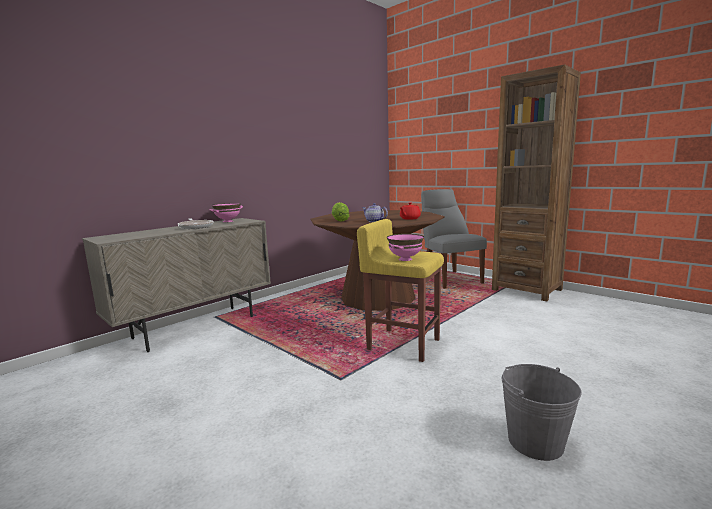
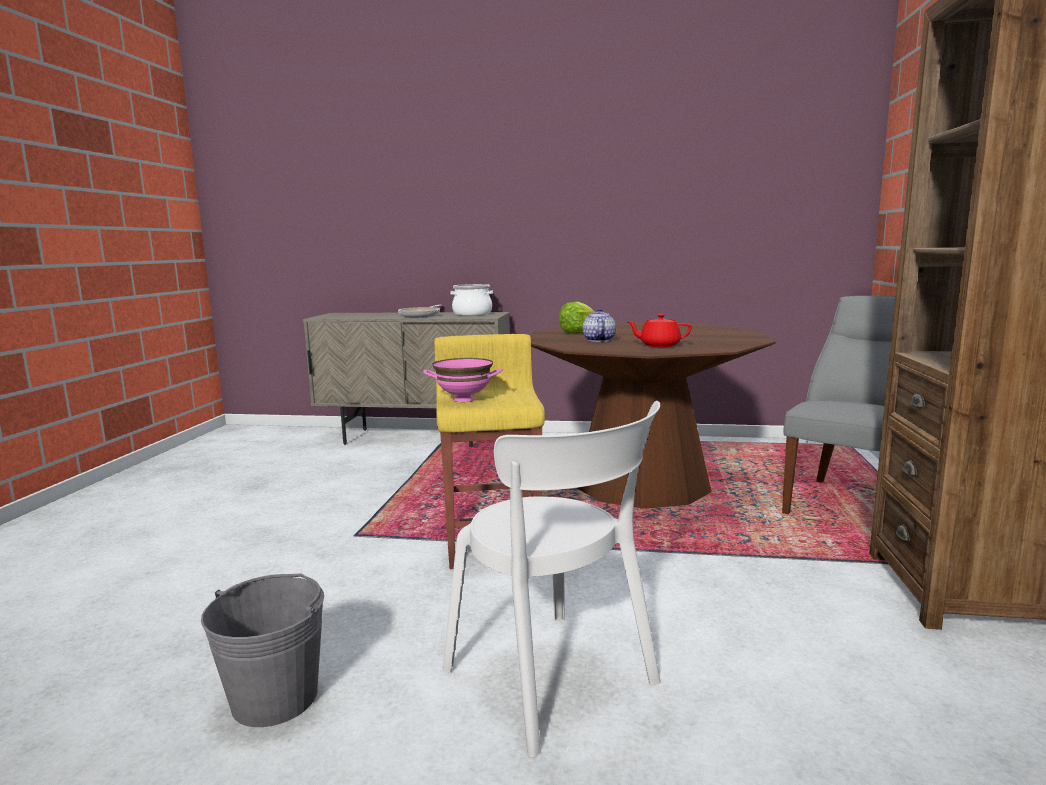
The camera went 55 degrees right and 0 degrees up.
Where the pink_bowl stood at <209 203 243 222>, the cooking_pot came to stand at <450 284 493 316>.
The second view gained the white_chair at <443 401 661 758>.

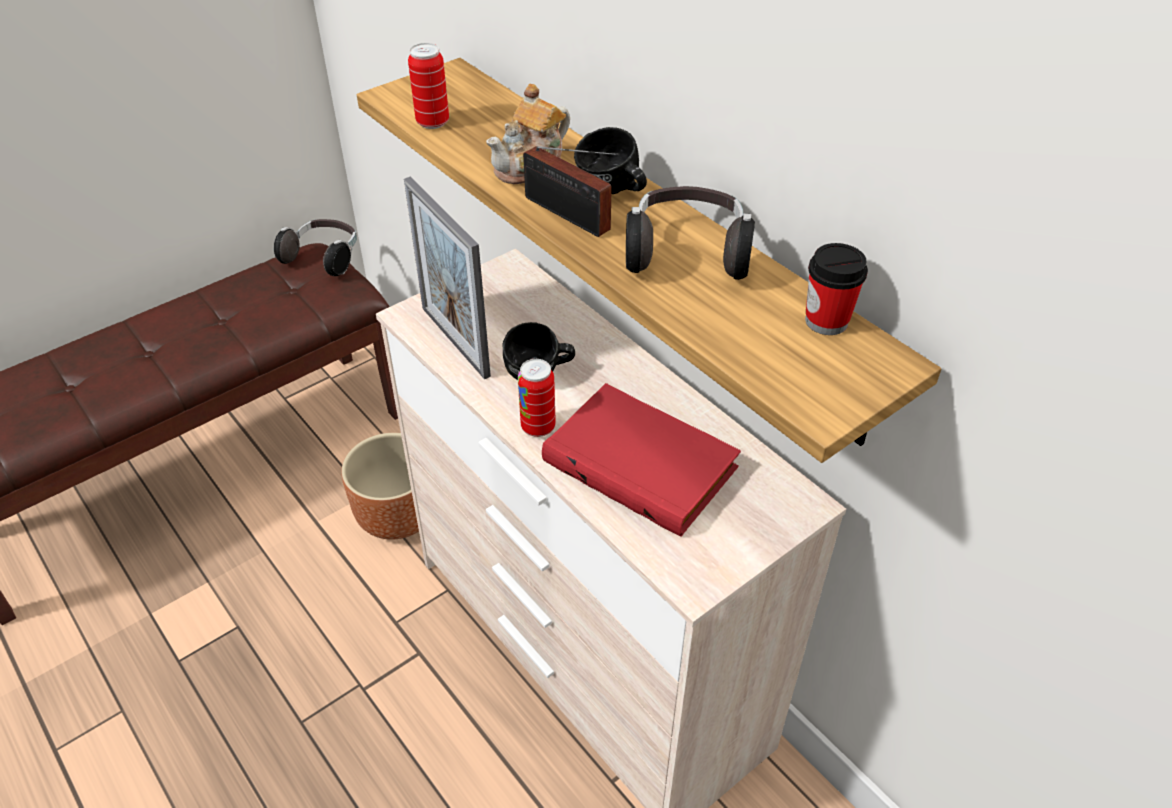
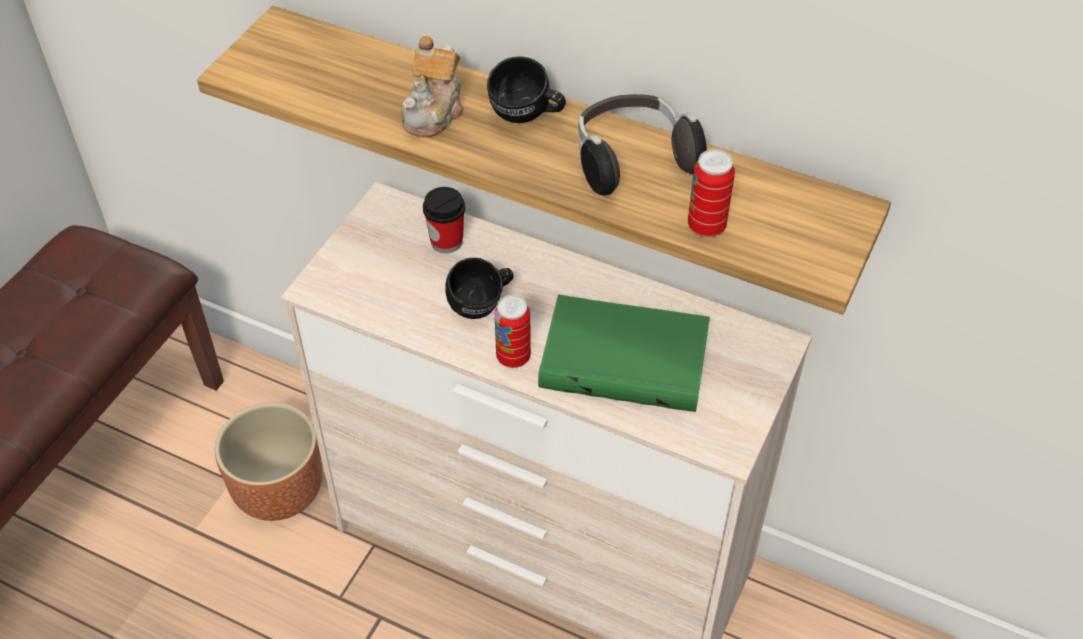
The camera went 25 degrees left and 5 degrees up.
The can ended up elsewhere, having gone from <408 43 449 129> to <688 149 735 237>.
The second view lost the radio at <523 146 620 237>.
The second view lost the picture_frame at <404 177 491 379>.
The second view lost the headphones at <274 219 357 276>.
The cup ended up elsewhere, having gone from <805 243 868 335> to <423 187 465 253>.
What was the red_book at <542 383 741 537> turned into the green_book at <538 294 710 412>.

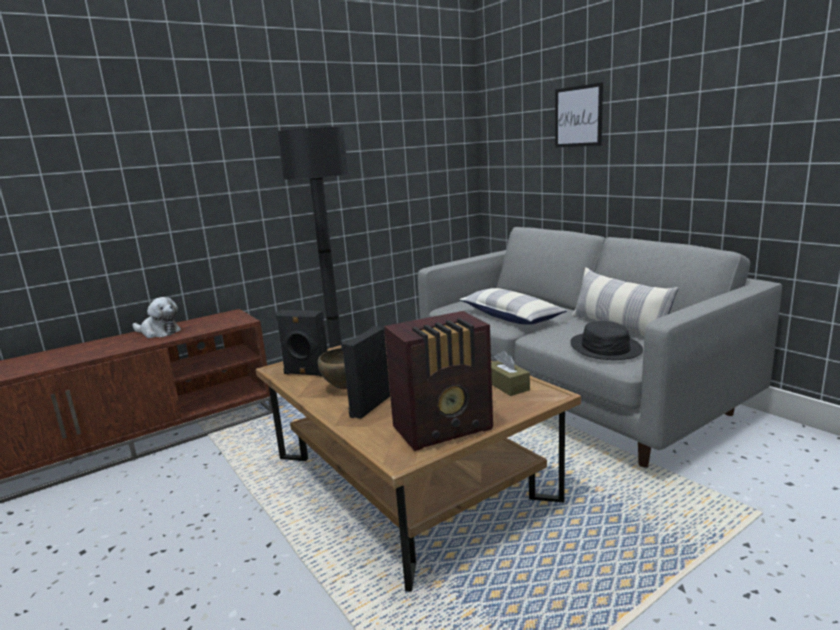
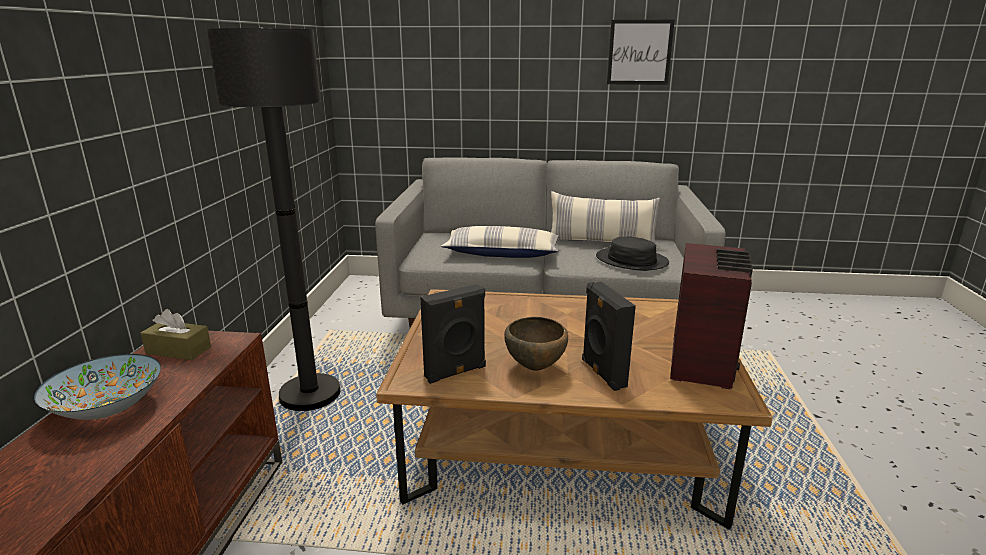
The camera went 50 degrees left and 5 degrees up.
The picture ended up elsewhere, having gone from <555 82 603 148> to <607 20 675 85>.
Where the plush_toy stood at <132 297 181 338>, the bowl came to stand at <34 354 161 420>.
The brown_tissue_box ended up elsewhere, having gone from <491 350 530 396> to <141 309 211 360>.

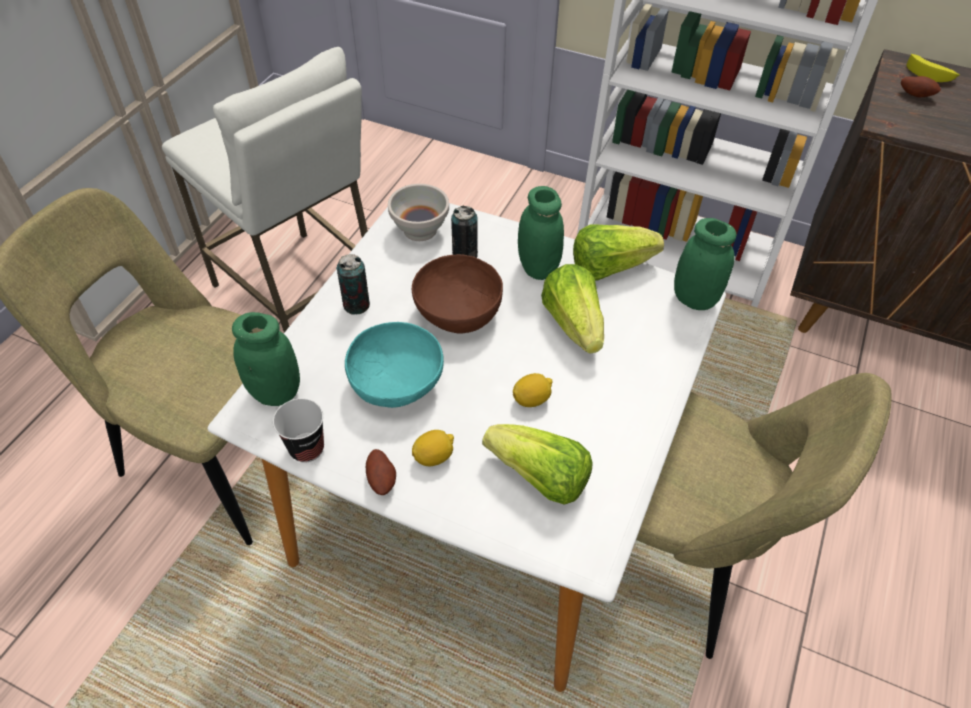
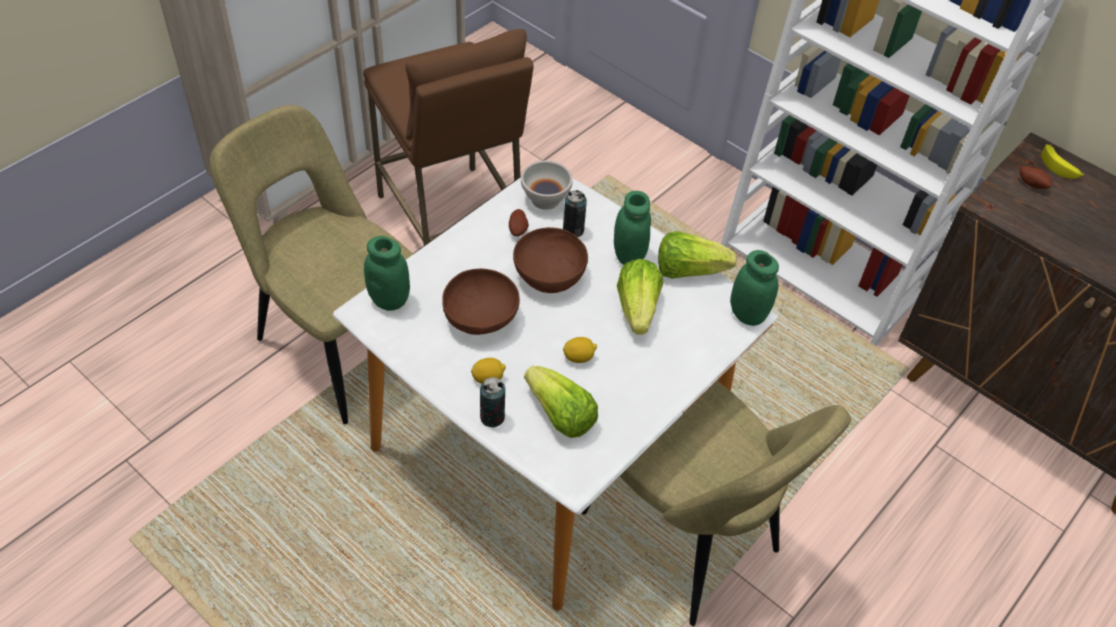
The camera went 15 degrees right and 0 degrees up.
What was the white_stool at <162 47 368 333> turned into the brown_stool at <363 29 533 246>.
The can ended up elsewhere, having gone from <336 254 370 314> to <480 377 505 428>.
What was the turquoise_bowl at <345 322 444 408> turned into the brown_bowl at <442 269 520 335>.
The second view lost the cup at <273 398 324 463>.
The potato ended up elsewhere, having gone from <366 449 396 495> to <509 209 529 236>.

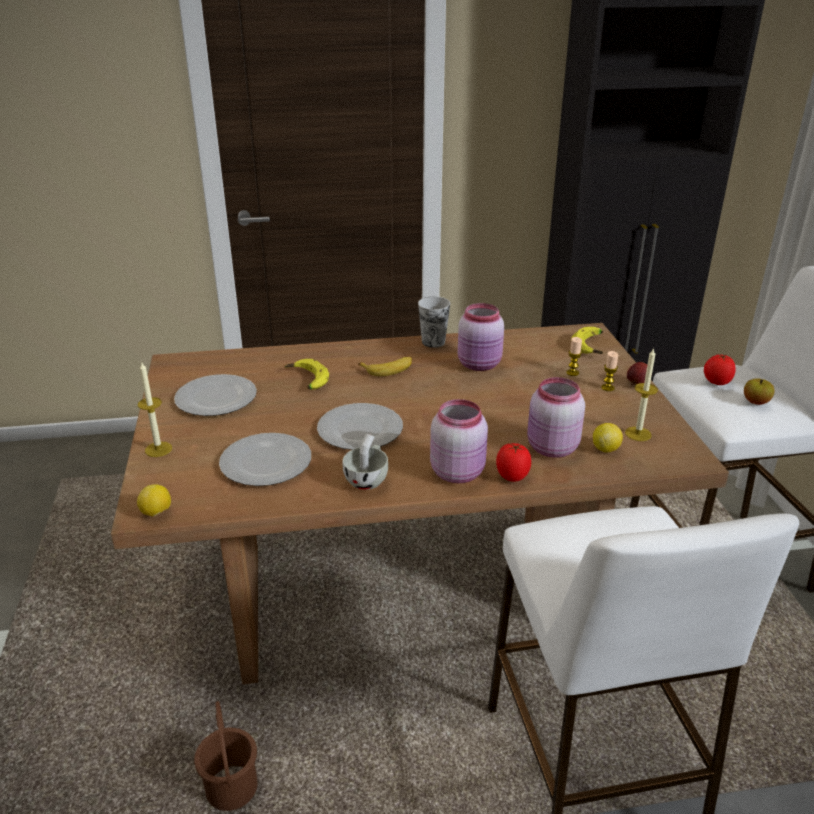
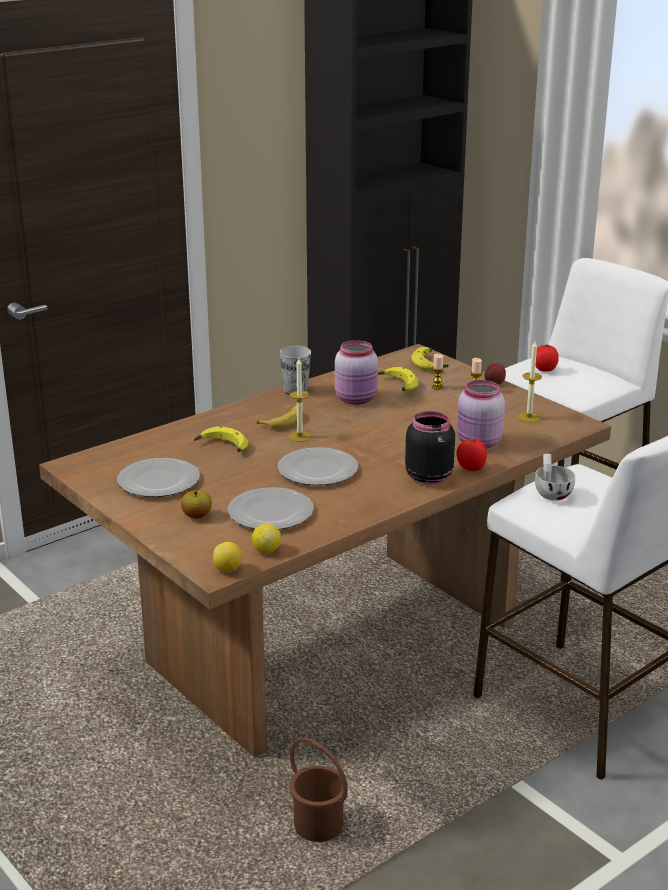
The camera went 30 degrees left and 5 degrees down.
The candle ended up elsewhere, having gone from <138 363 172 457> to <289 359 311 442>.
The apple ended up elsewhere, having gone from <744 379 775 405> to <181 490 212 519>.
What was the pink_jar at <430 399 488 483> turned into the black_jar at <405 411 455 484>.
The lemon ended up elsewhere, having gone from <593 423 623 452> to <252 523 281 553>.
The white_cup ended up elsewhere, having gone from <343 434 388 490> to <535 454 575 501>.
The second view gained the banana at <378 367 418 392>.

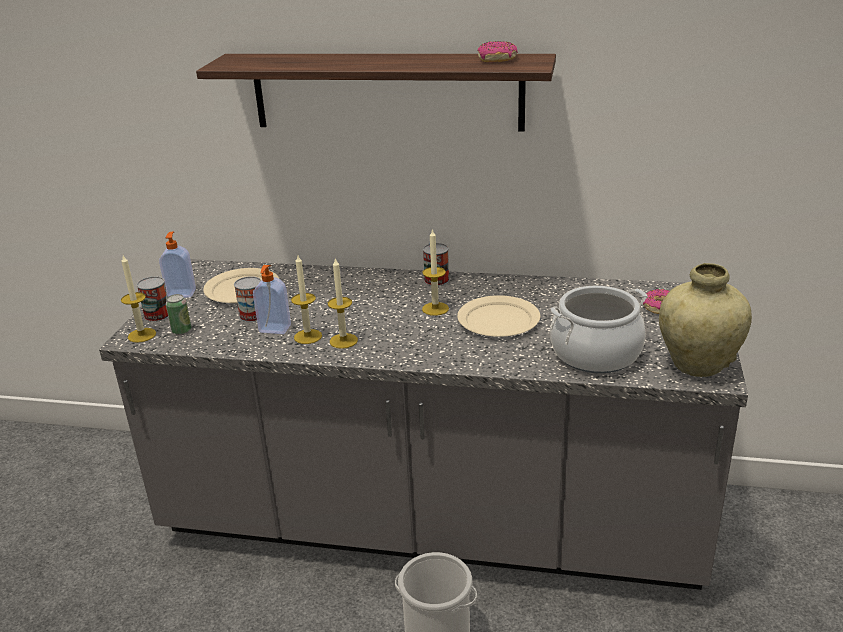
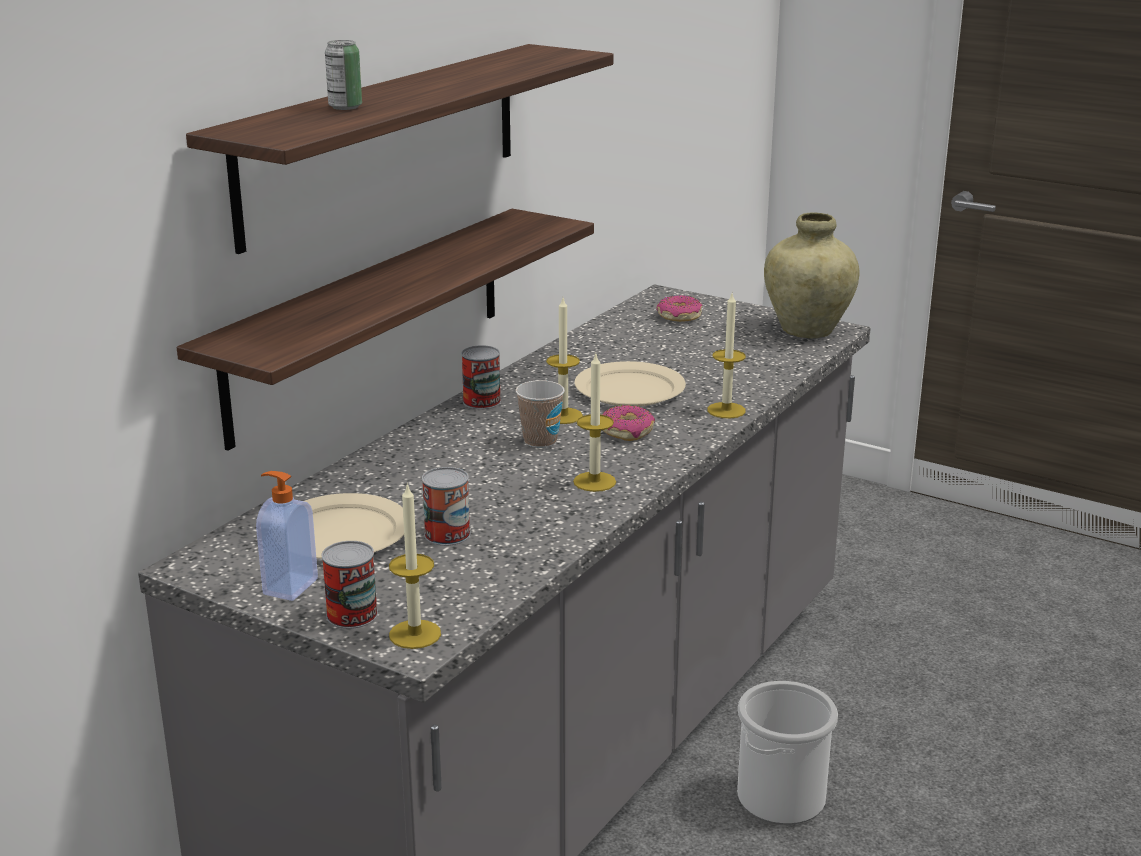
The camera went 70 degrees left and 5 degrees down.
The donut ended up elsewhere, having gone from <478 41 518 62> to <602 405 655 441>.
The candle ended up elsewhere, having gone from <291 255 322 344> to <707 291 746 419>.
The second view lost the soap_dispenser at <253 265 291 334>.
The second view lost the cooking_pot at <551 286 648 373>.
The can ended up elsewhere, having gone from <166 294 192 335> to <325 40 362 110>.
The second view gained the shelf at <177 209 594 451>.
The second view gained the cup at <516 380 565 448>.

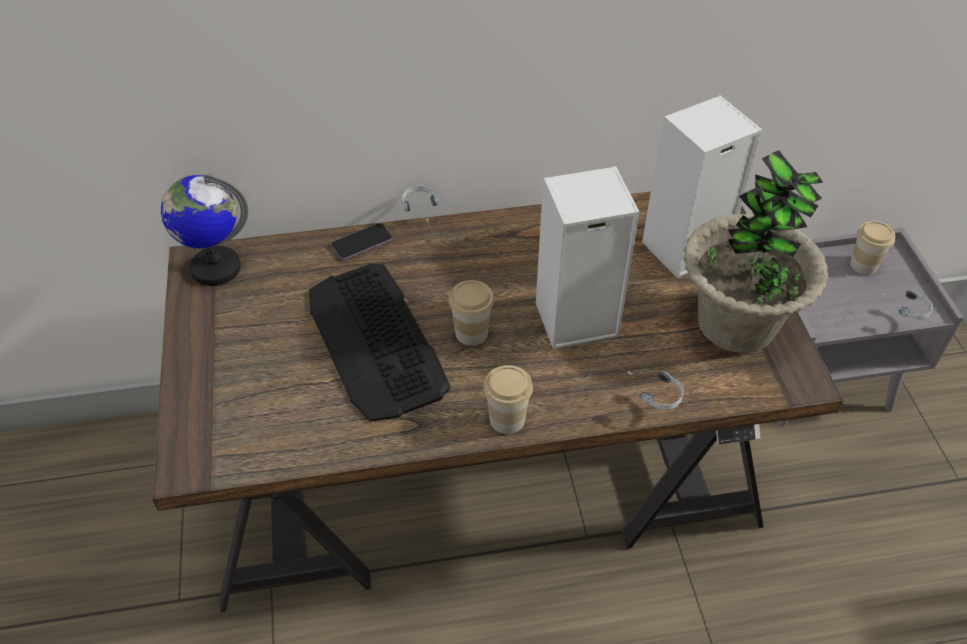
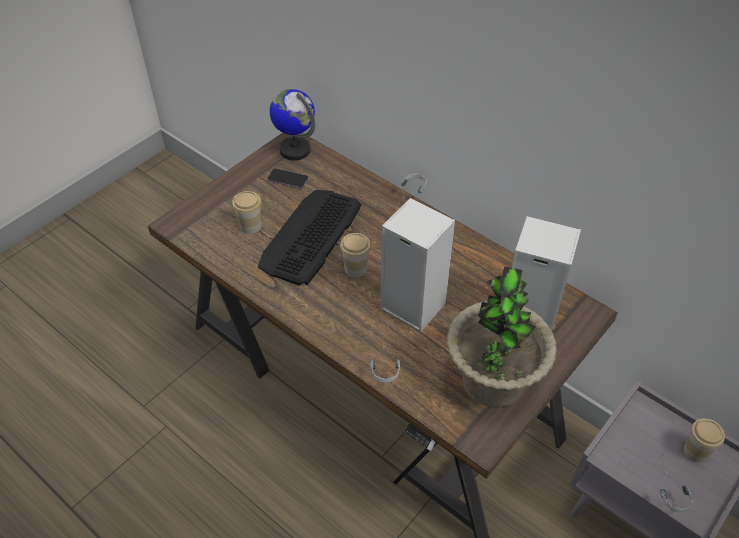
The camera went 50 degrees right and 0 degrees up.
The phone ended up elsewhere, having gone from <331 223 392 260> to <267 168 308 189>.
The cup ended up elsewhere, having gone from <484 365 533 434> to <232 191 262 234>.

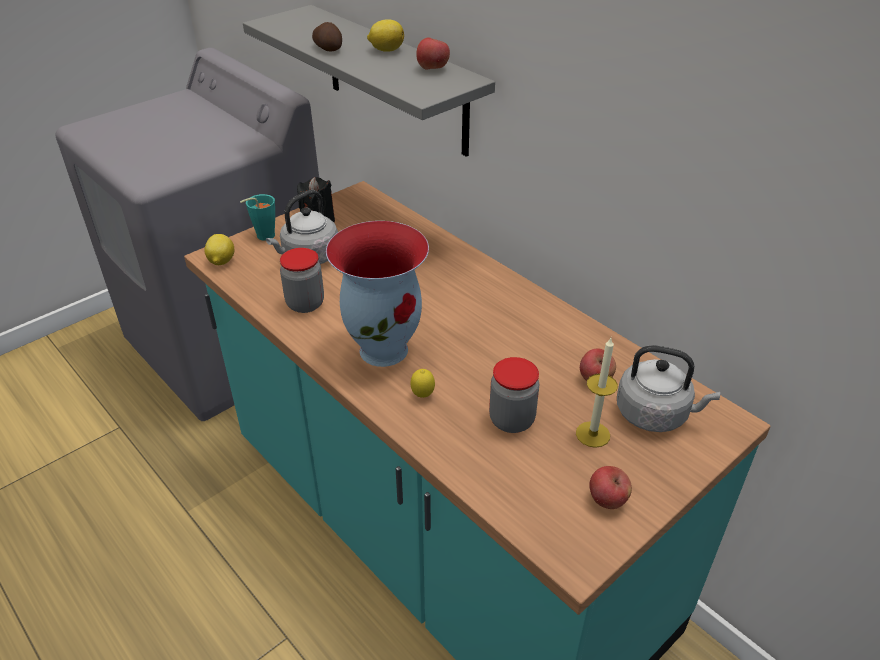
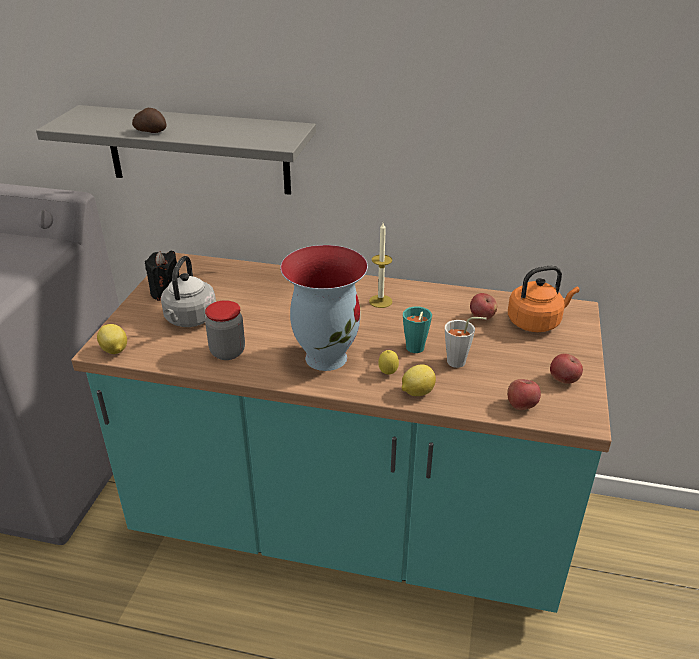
The camera went 35 degrees left and 5 degrees down.
The lemon ended up elsewhere, having gone from <367 19 404 52> to <402 365 436 396>.
The apple ended up elsewhere, having gone from <416 38 450 69> to <507 379 541 410>.
The turquoise_cup ended up elsewhere, having gone from <240 194 275 241> to <403 306 432 353>.
The candle ended up elsewhere, having gone from <576 338 618 448> to <369 223 393 308>.
What was the grey_kettle at <617 345 720 432> turned into the orange_kettle at <508 265 579 332>.
Where the jar stood at <489 357 539 433>, the grey_cup came to stand at <445 317 487 368>.

